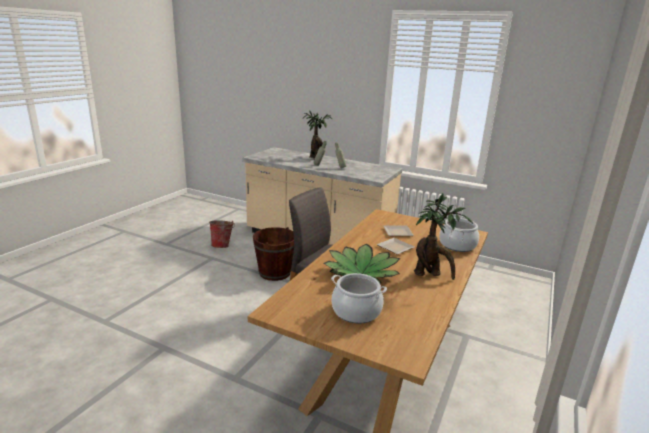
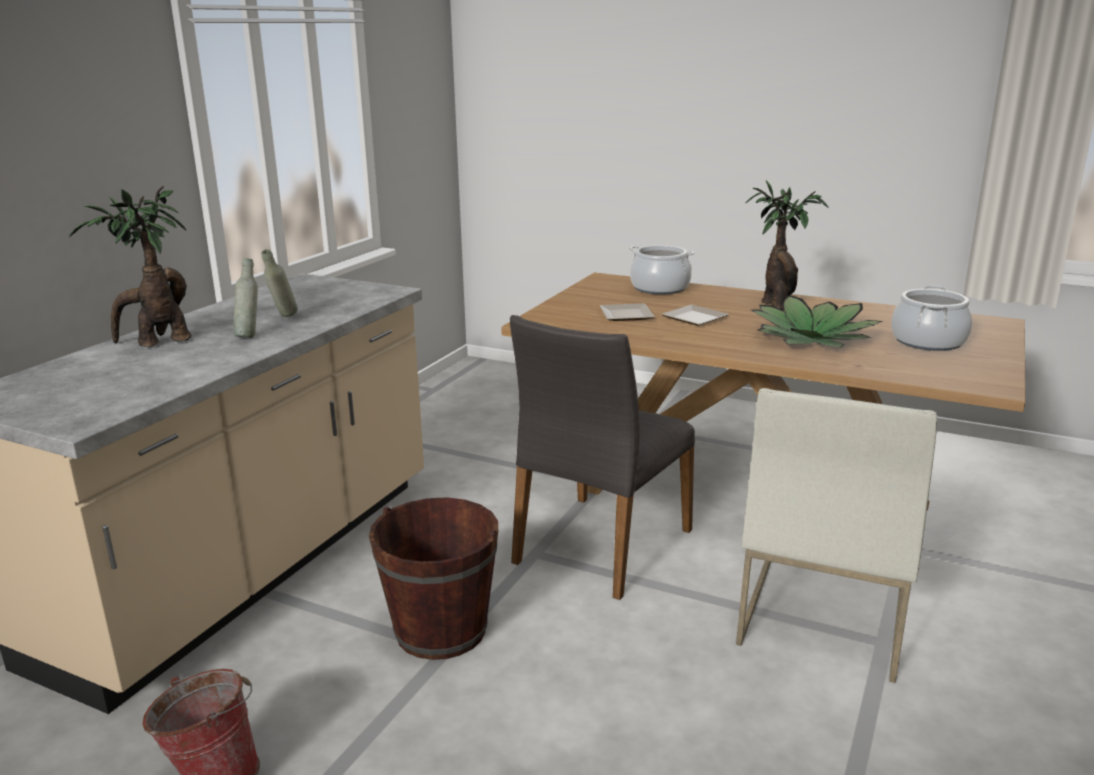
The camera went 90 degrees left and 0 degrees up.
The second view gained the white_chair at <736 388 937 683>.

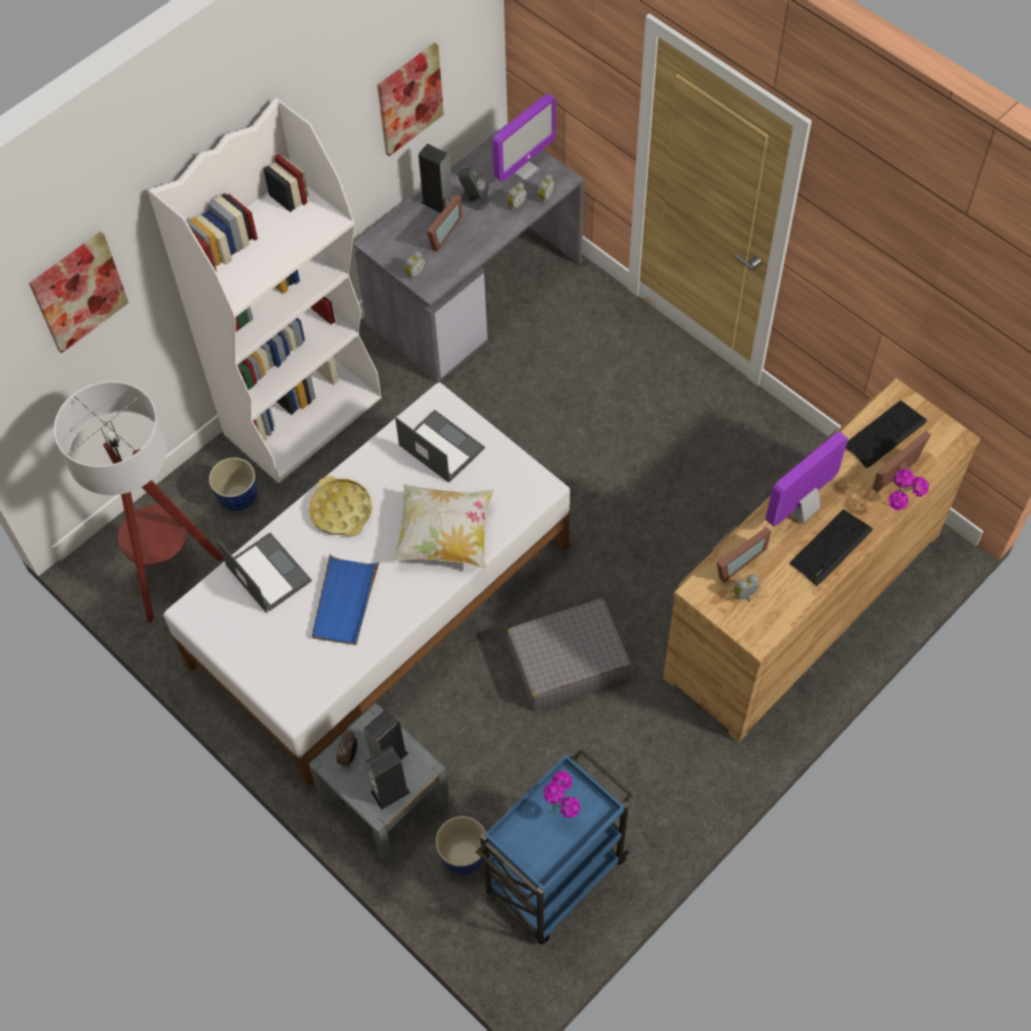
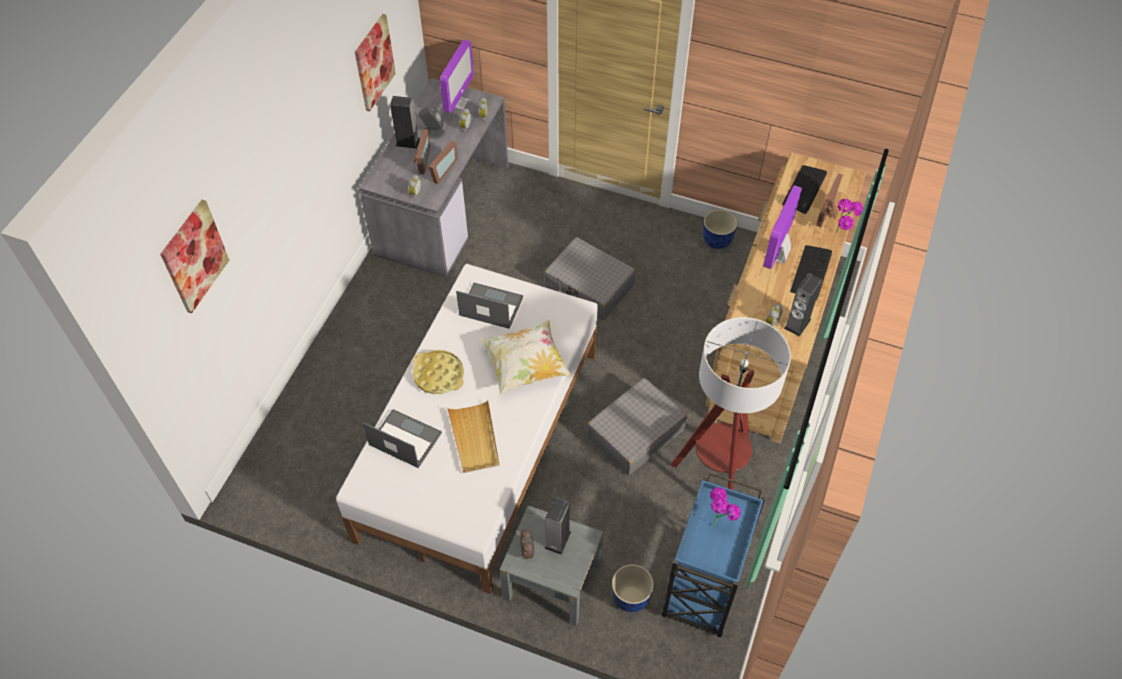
The camera went 25 degrees left and 5 degrees down.
The second view lost the white_bookcase at <148 98 381 483>.
The floor_lamp ended up elsewhere, having gone from <54 381 224 623> to <671 317 791 490>.
The planter ended up elsewhere, having gone from <209 457 257 511> to <703 209 738 249>.
The picture_frame ended up elsewhere, having gone from <717 527 771 582> to <428 141 458 184>.
What was the blue_tray at <312 554 379 645> turned into the beige_tray at <447 400 500 473>.
The speaker ended up elsewhere, having gone from <365 746 411 810> to <784 273 822 336>.
The second view gained the grey_suitcase at <544 237 636 320>.

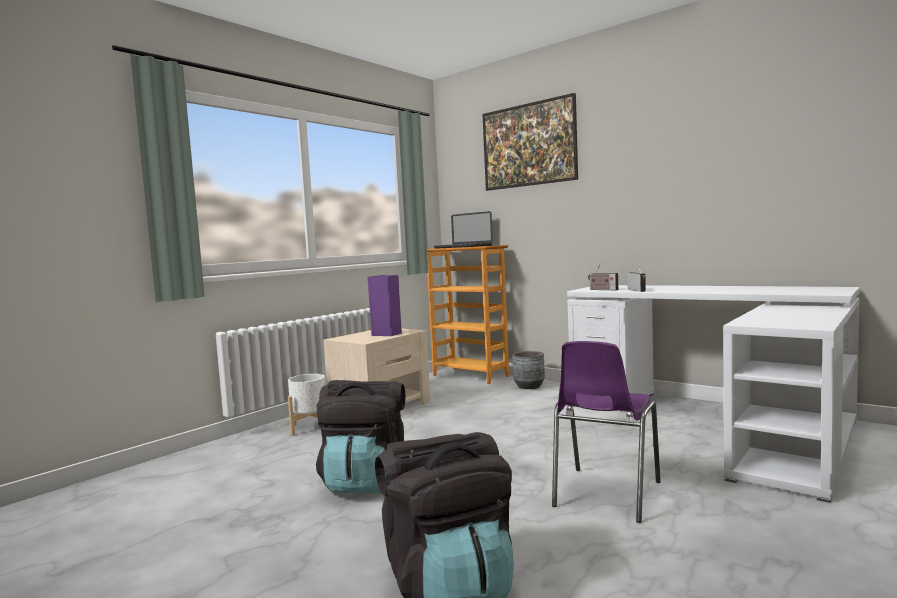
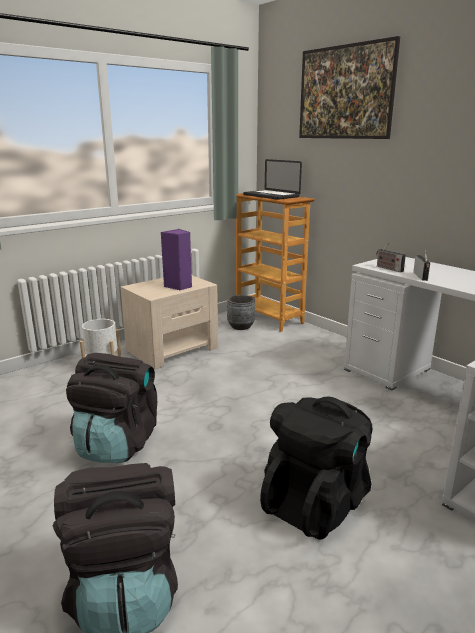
The camera went 10 degrees right and 15 degrees up.
Where the purple_chair stood at <552 341 661 523>, the black_backpack came to stand at <260 397 372 539>.
The grey_planter ended up elsewhere, having gone from <512 351 545 389> to <227 295 255 330>.

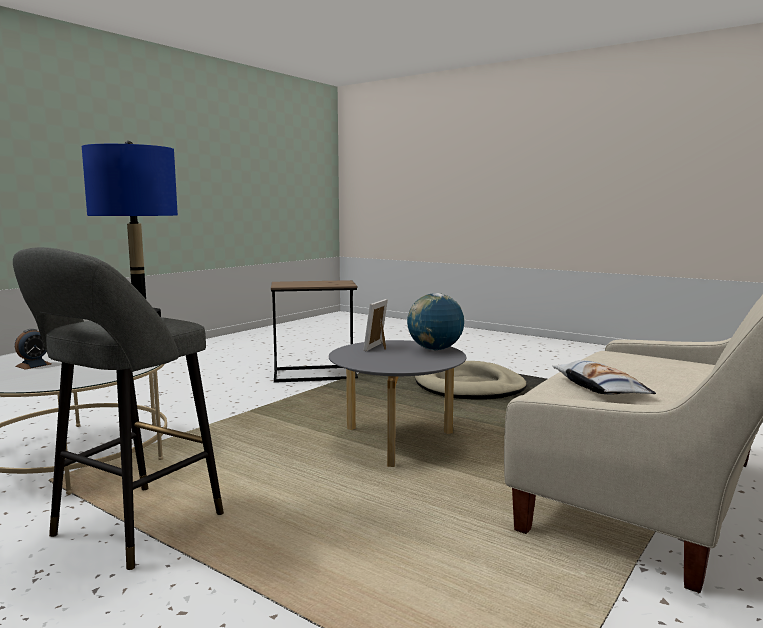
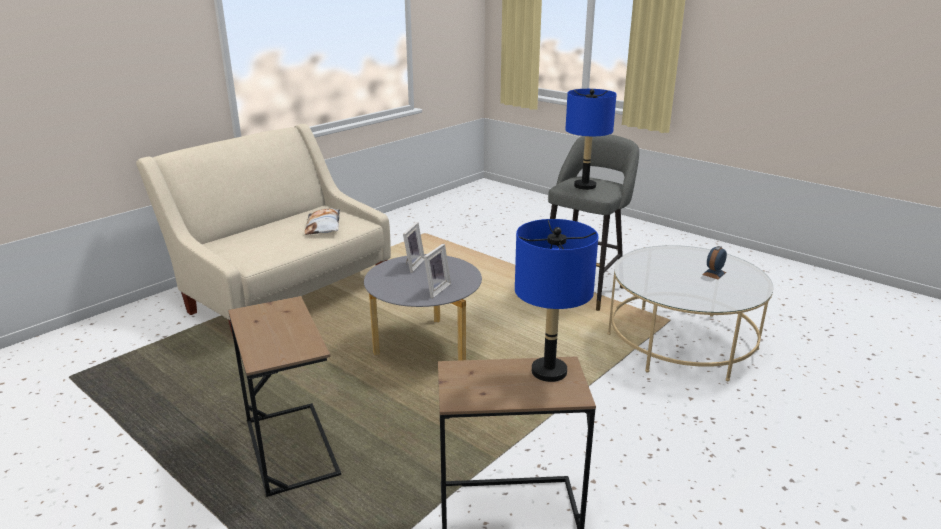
The camera went 175 degrees left and 15 degrees up.
The second view lost the globe at <407 293 464 350>.
Where the beige_dog_bed stood at <415 361 527 400>, the brown_side_table came to stand at <228 296 341 497>.
The second view gained the blue_table_lamp at <515 219 598 382>.
The second view gained the picture_frame at <403 222 424 273>.

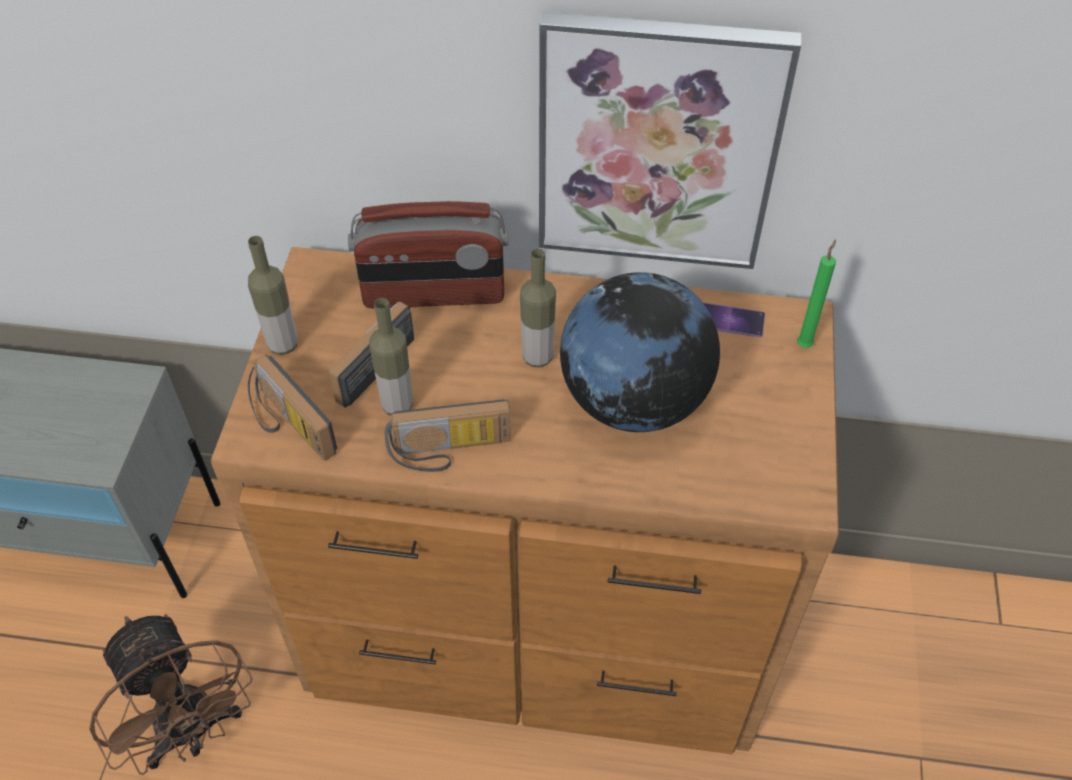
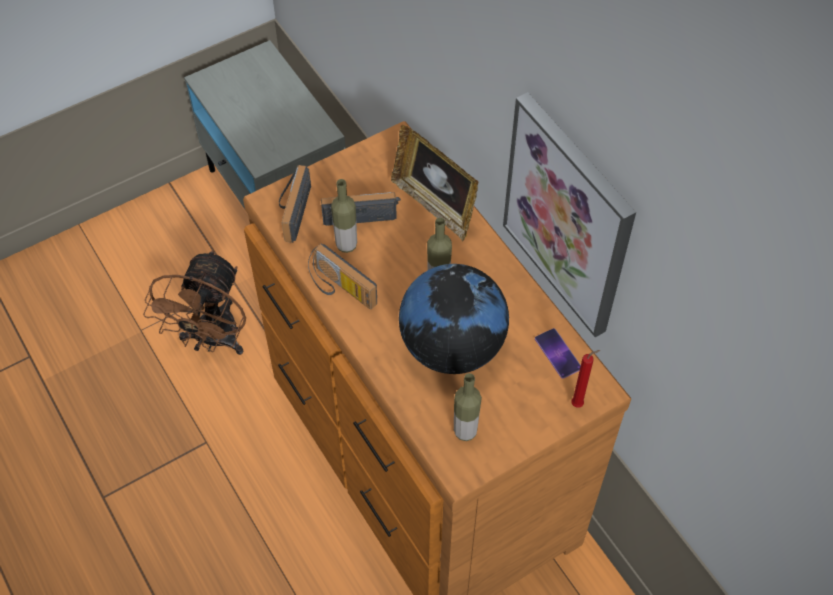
The camera went 50 degrees right and 5 degrees up.
Where the radio stood at <348 201 508 308>, the picture_frame came to stand at <391 125 478 241>.
The bottle ended up elsewhere, having gone from <248 236 297 355> to <454 373 482 441>.
What was the green_candle at <797 239 836 348> turned into the red_candle at <571 350 600 408>.

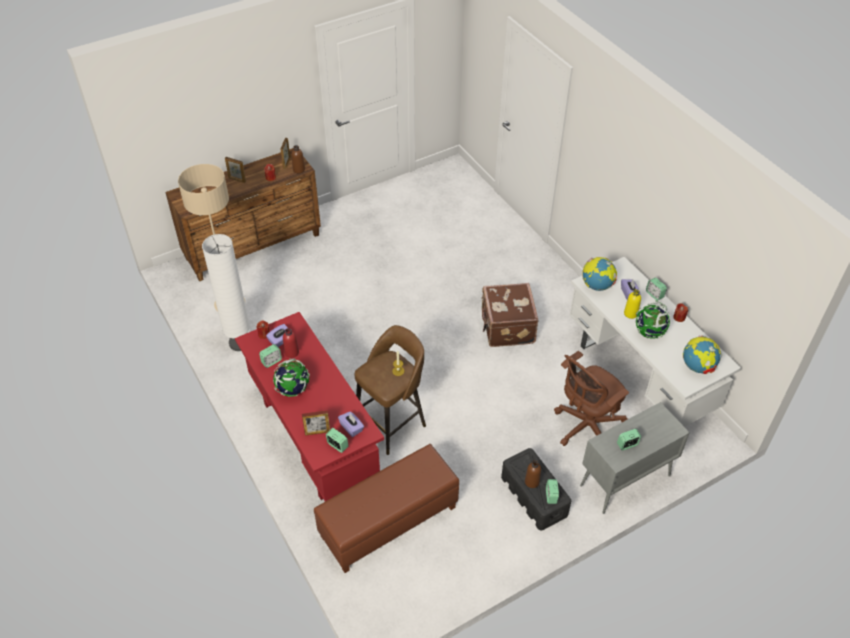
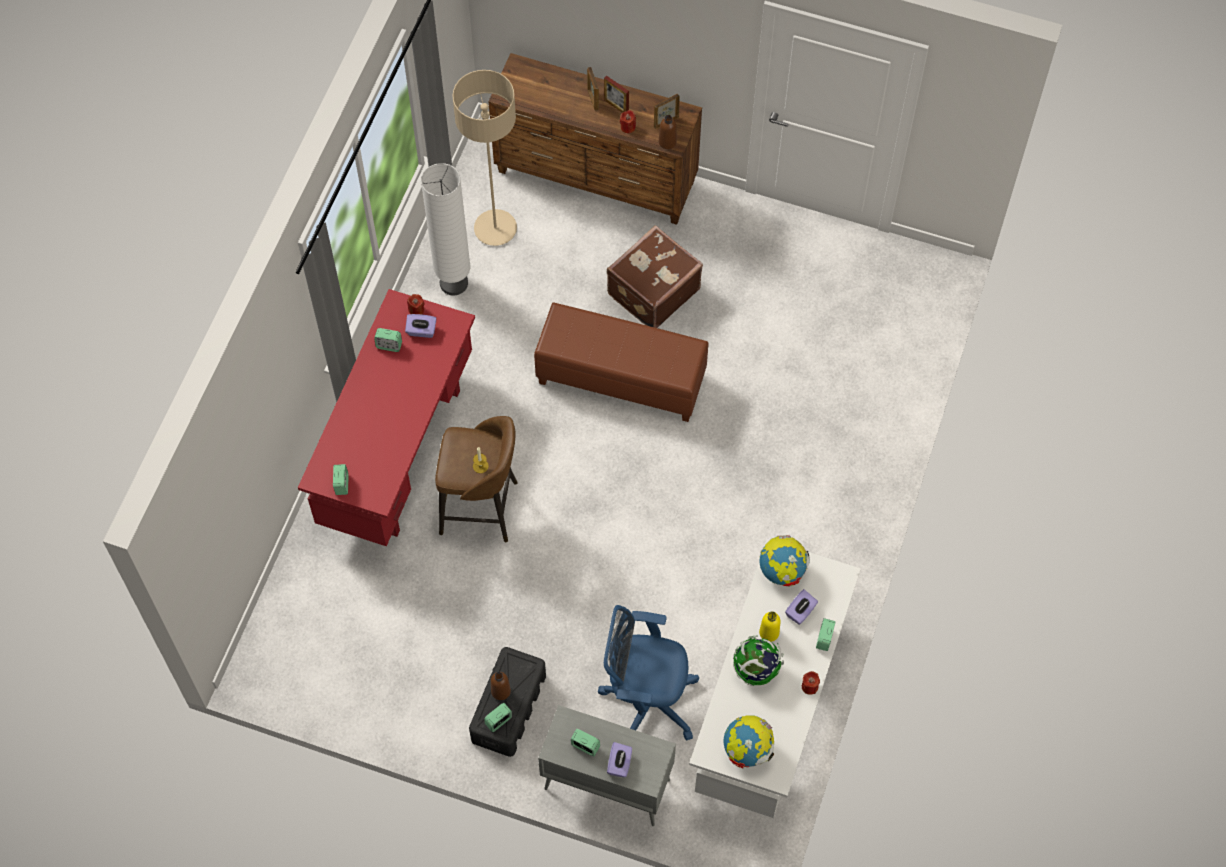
The camera went 50 degrees right and 15 degrees up.
The brown_suitcase ended up elsewhere, having gone from <481 283 539 347> to <607 225 703 328>.
The second view lost the red_bottle at <283 328 299 358>.
What was the brown_office_chair at <554 351 629 446> turned into the blue_office_chair at <598 605 699 741>.
The second view lost the globe at <273 358 310 397>.
The picture_frame ended up elsewhere, having gone from <302 410 330 436> to <604 76 629 113>.
The purple_tissue_box ended up elsewhere, having gone from <338 412 364 437> to <607 742 632 777>.
The brown_ottoman ended up elsewhere, having gone from <314 444 459 573> to <534 302 709 422>.

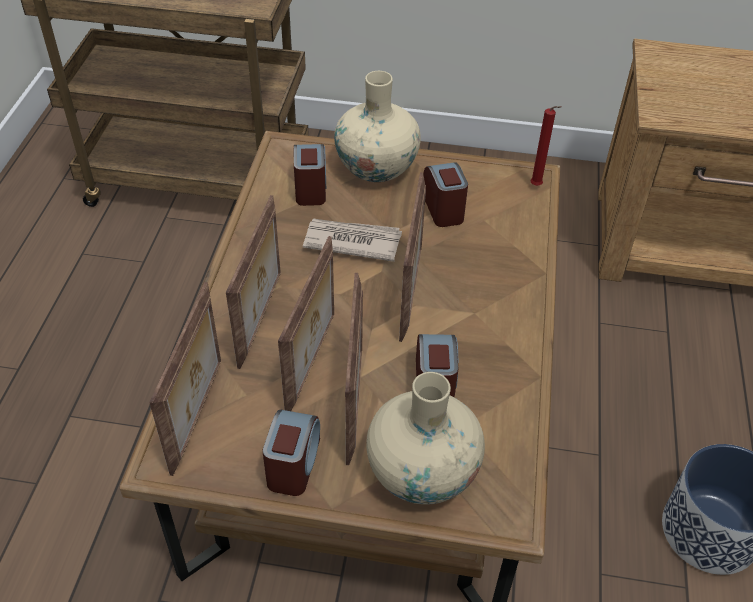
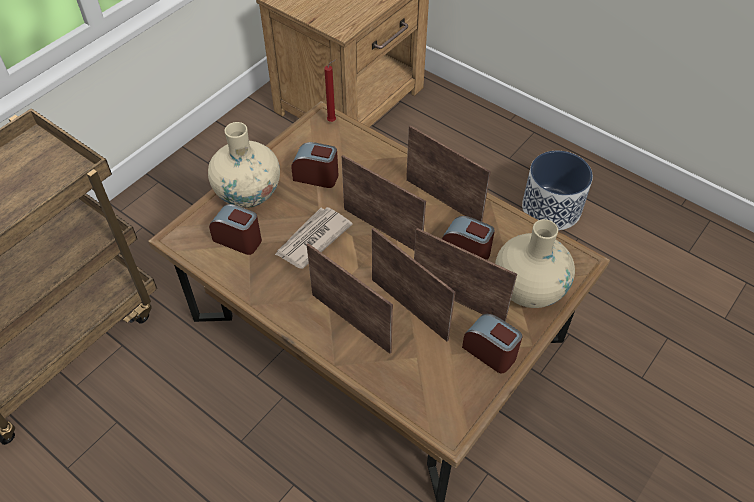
The camera went 60 degrees left and 5 degrees up.
The picture_frame ended up elsewhere, having gone from <149 282 221 476> to <406 125 491 222>.

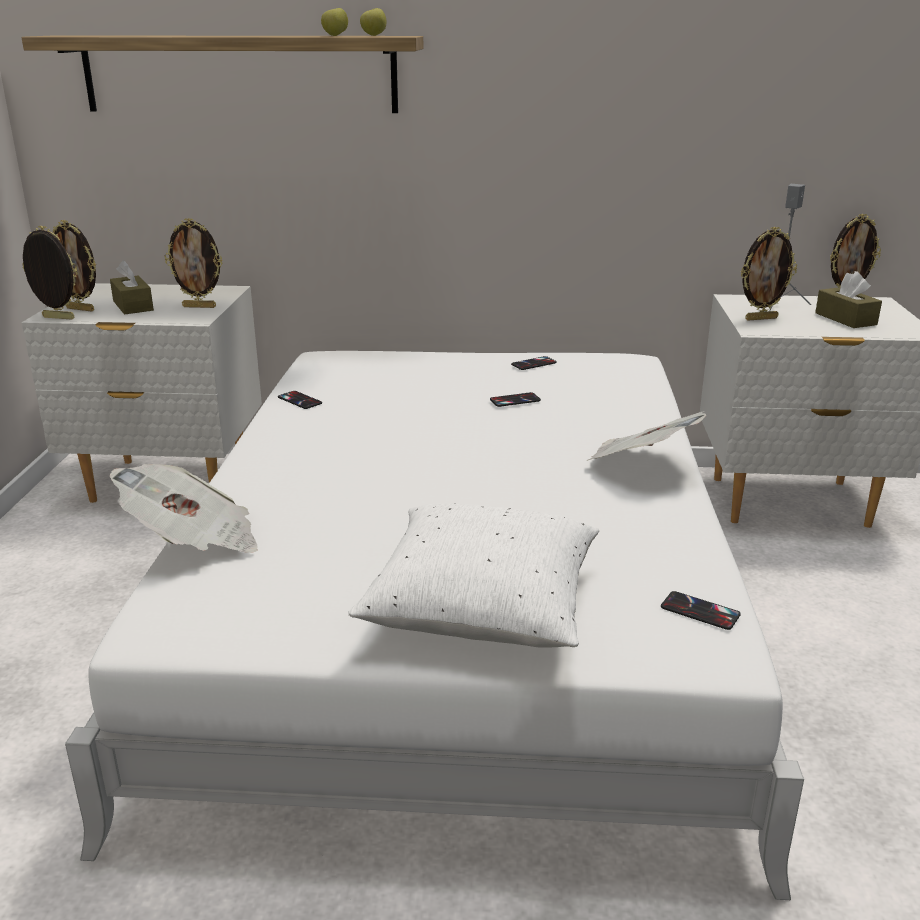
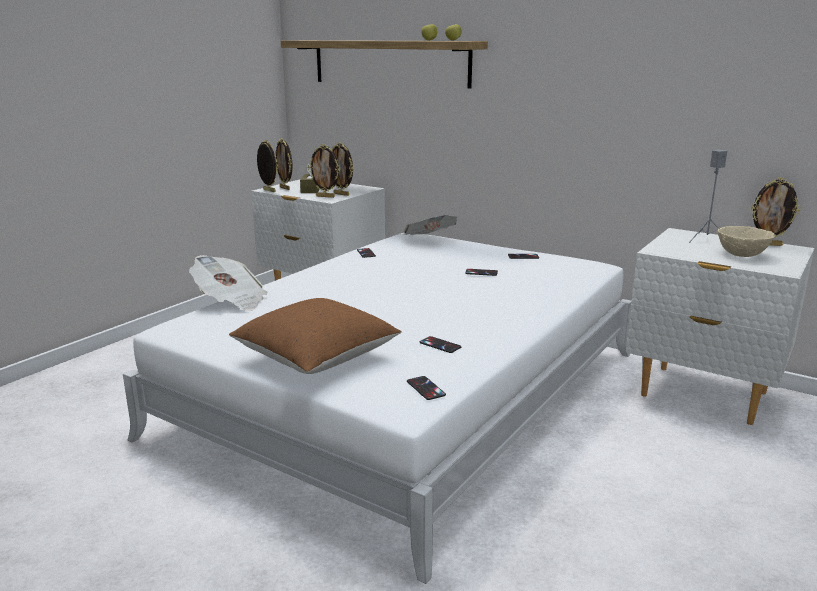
The camera went 30 degrees right and 5 degrees down.
The picture_frame ended up elsewhere, having gone from <741 227 797 321> to <308 144 341 198>.
Where the brown_tissue_box stood at <815 271 882 328>, the beige_bowl came to stand at <718 226 776 257>.
The newspaper ended up elsewhere, having gone from <586 411 706 461> to <404 215 457 235>.
What was the white_pillow at <349 503 599 648> turned into the brown_pillow at <229 298 402 374>.
The second view gained the phone at <420 336 461 353>.

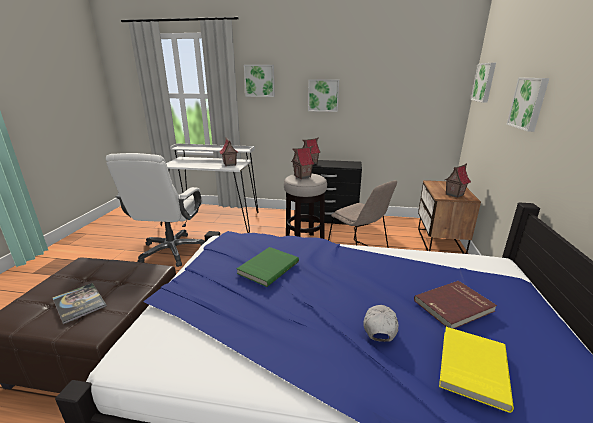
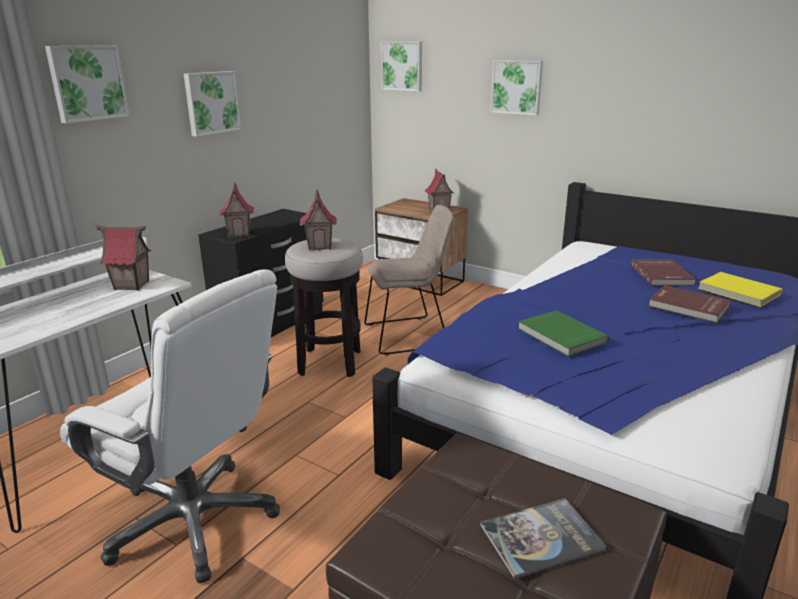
The camera went 65 degrees left and 0 degrees up.
Where the white_cap stood at <363 305 399 342>, the red_book came to stand at <648 285 731 323>.

